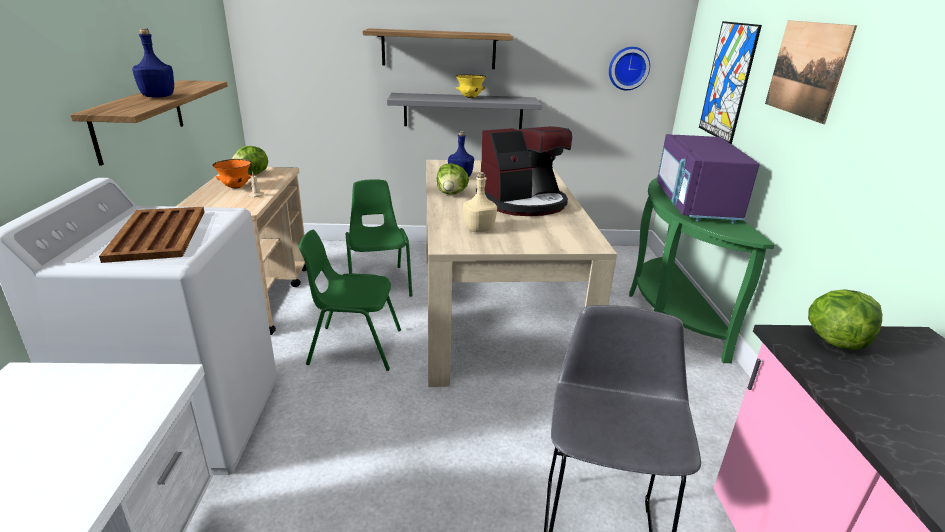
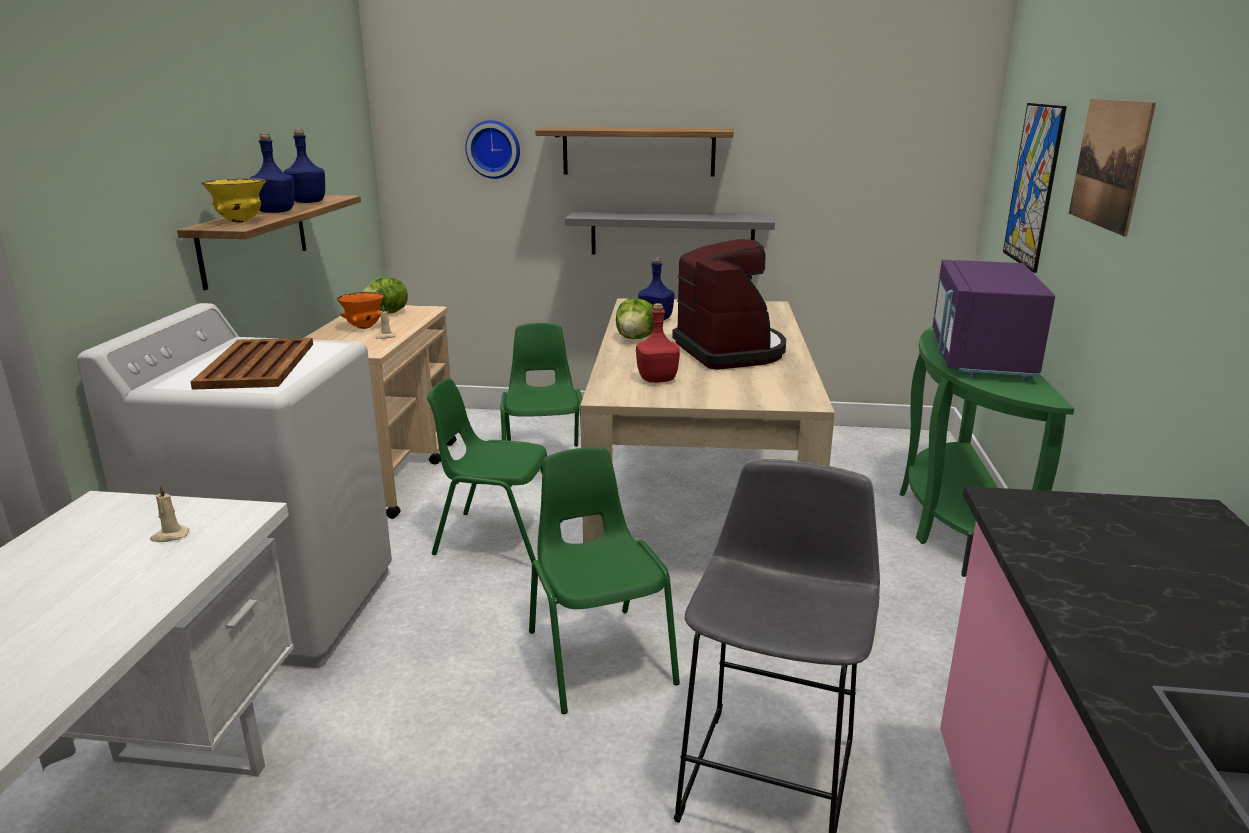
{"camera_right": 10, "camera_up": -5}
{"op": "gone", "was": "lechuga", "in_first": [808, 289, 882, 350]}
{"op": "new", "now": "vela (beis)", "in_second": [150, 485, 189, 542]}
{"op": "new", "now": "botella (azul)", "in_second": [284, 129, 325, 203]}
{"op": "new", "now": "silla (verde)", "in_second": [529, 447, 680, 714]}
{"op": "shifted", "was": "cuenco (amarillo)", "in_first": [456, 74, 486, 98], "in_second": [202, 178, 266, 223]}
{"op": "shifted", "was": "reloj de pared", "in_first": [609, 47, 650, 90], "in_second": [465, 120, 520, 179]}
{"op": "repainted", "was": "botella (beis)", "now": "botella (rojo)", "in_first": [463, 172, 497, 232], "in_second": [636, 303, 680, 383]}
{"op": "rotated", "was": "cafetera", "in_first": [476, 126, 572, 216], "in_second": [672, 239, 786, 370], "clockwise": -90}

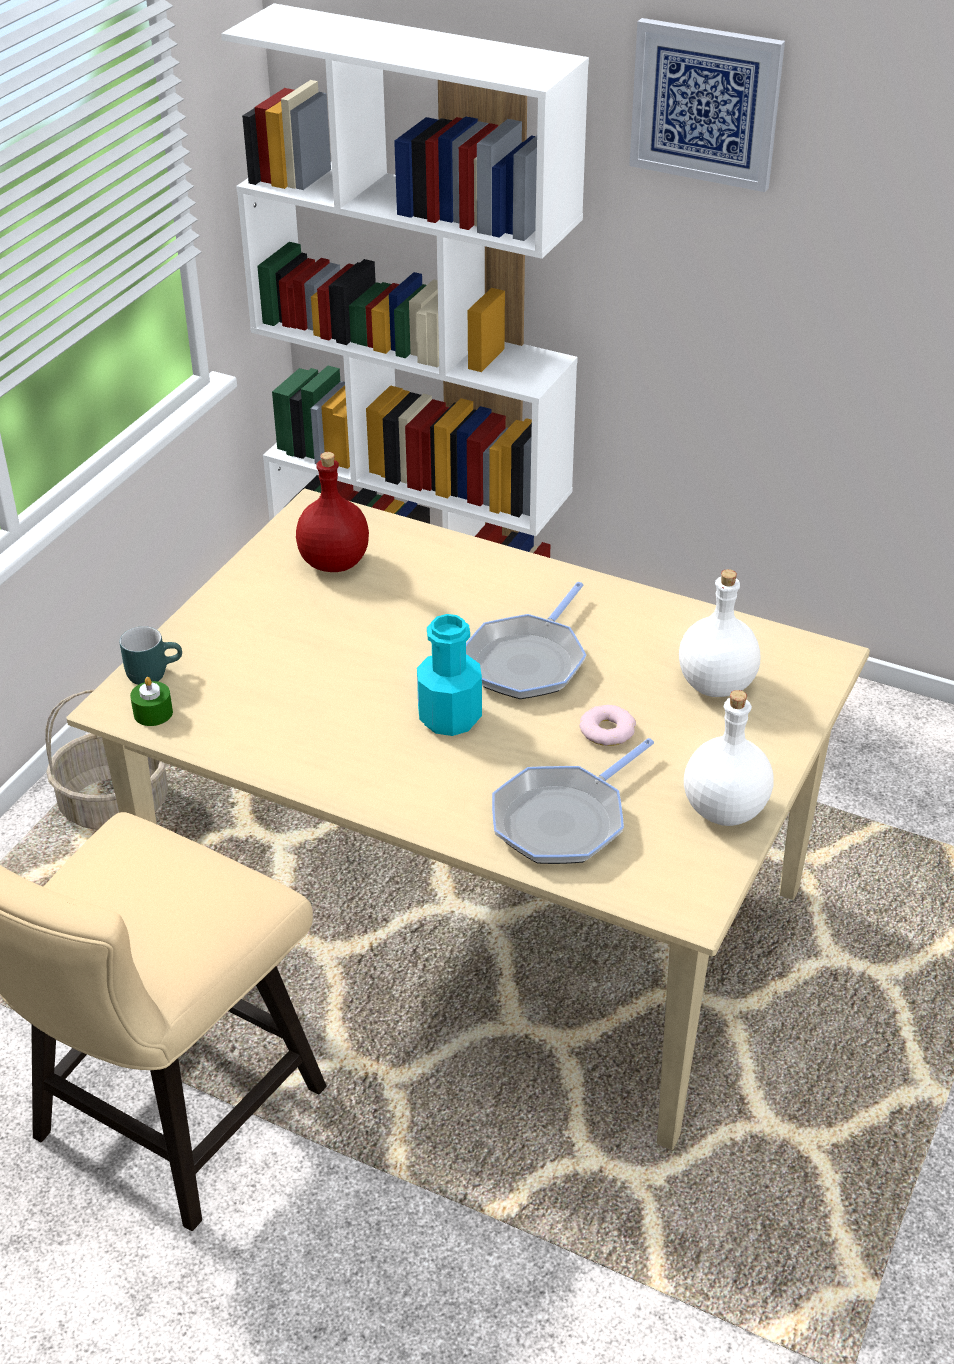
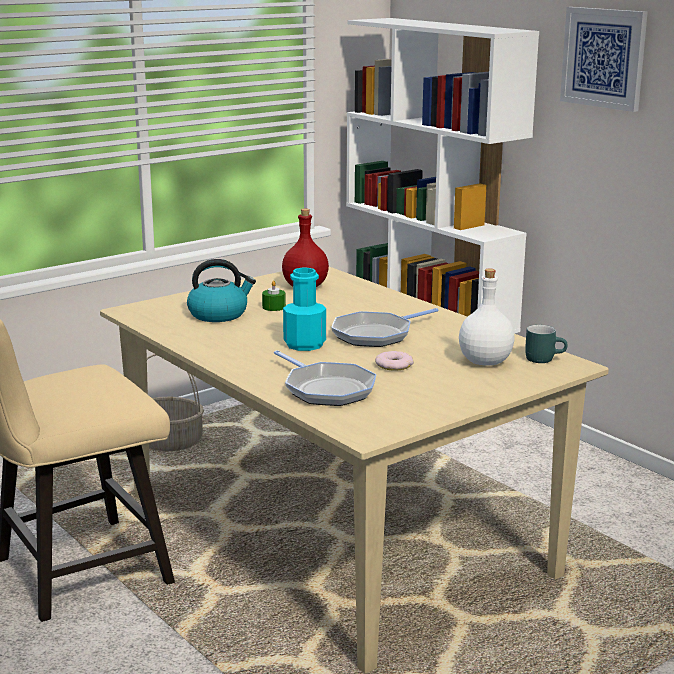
{"camera_right": 25, "camera_up": -20}
{"op": "gone", "was": "botella (blanco)", "in_first": [684, 690, 774, 826]}
{"op": "new", "now": "hervidor", "in_second": [187, 259, 256, 322]}
{"op": "shifted", "was": "taza grande (turquesa)", "in_first": [120, 626, 182, 685], "in_second": [525, 325, 568, 363]}
{"op": "shifted", "was": "vela (verde)", "in_first": [130, 677, 173, 726], "in_second": [262, 281, 286, 311]}
{"op": "rotated", "was": "sartén", "in_first": [492, 738, 654, 864], "in_second": [274, 350, 377, 406], "clockwise": -105}

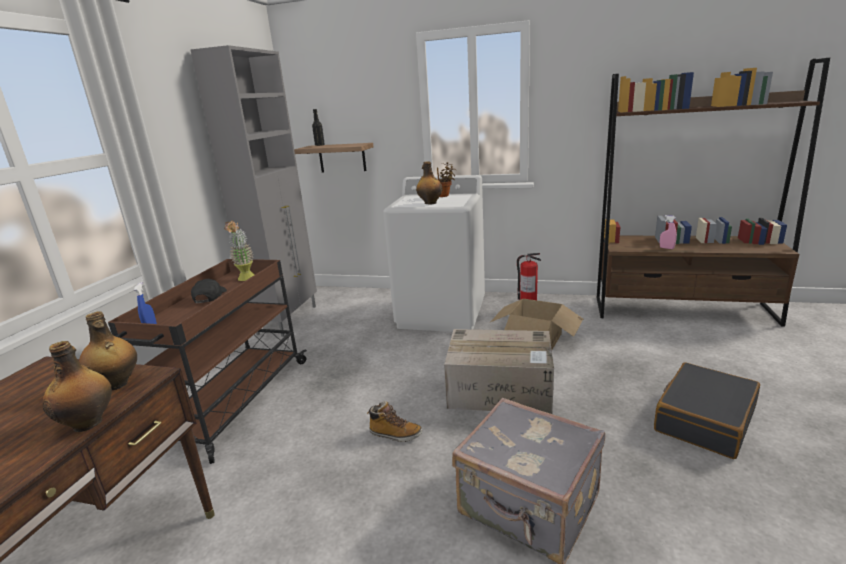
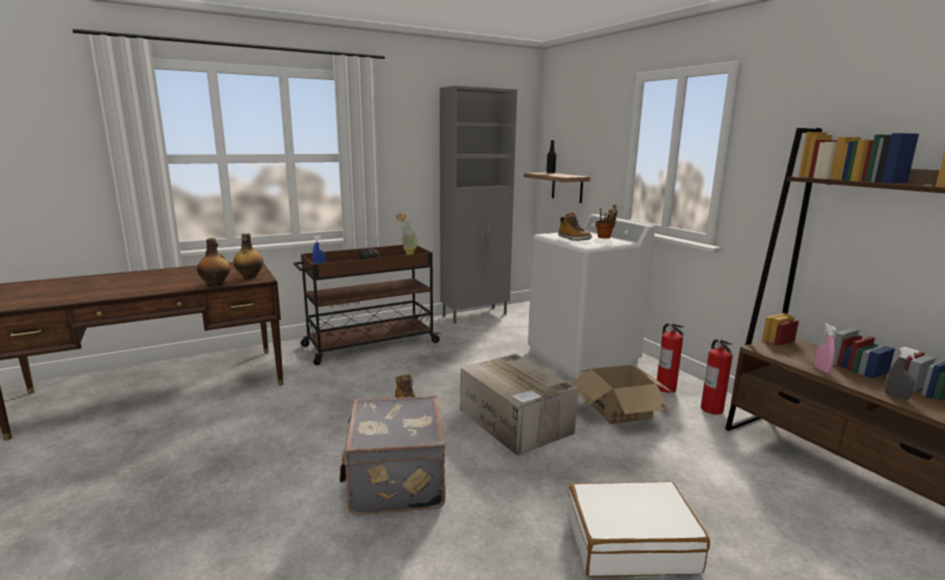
{"camera_right": 45, "camera_up": -5}
{"op": "new", "now": "extintor", "in_second": [701, 339, 733, 415]}
{"op": "new", "now": "pulverizador (gris)", "in_second": [885, 347, 919, 400]}
{"op": "swapped", "was": "botella", "now": "bota", "in_first": [416, 161, 443, 204], "in_second": [558, 212, 592, 241]}
{"op": "repainted", "was": "maleta (negro)", "now": "maleta (blanco)", "in_first": [654, 362, 760, 459], "in_second": [567, 481, 710, 577]}

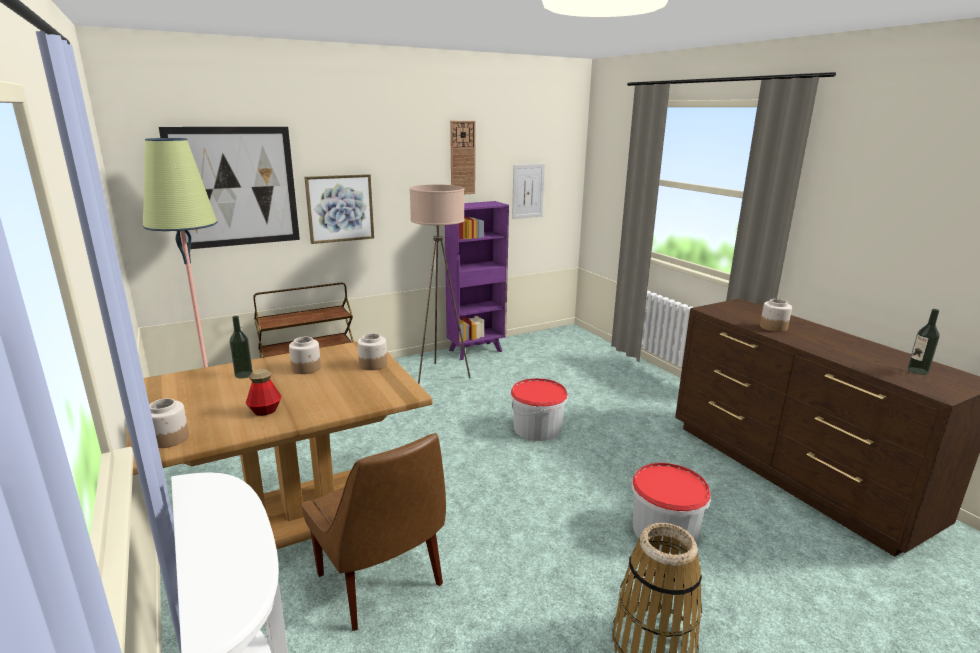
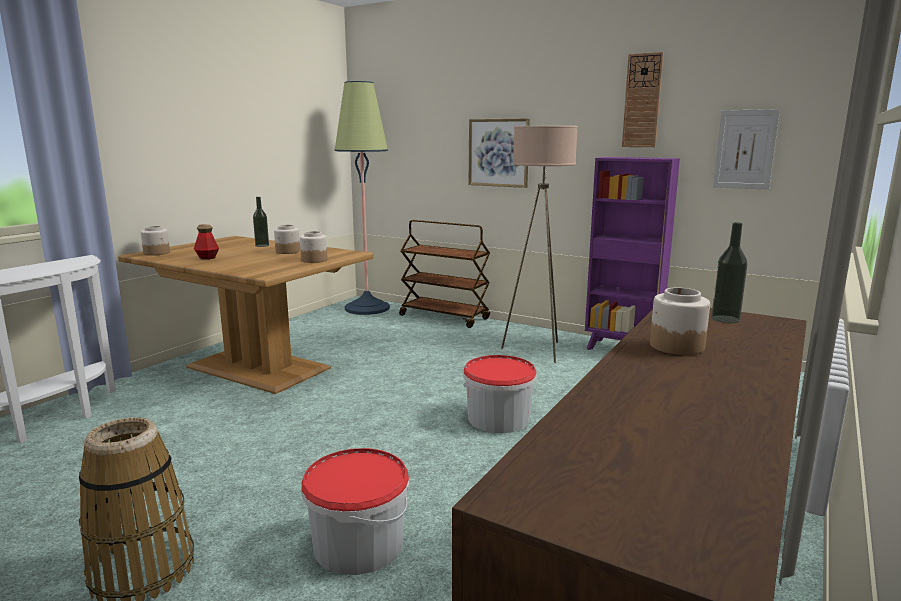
{"camera_right": 60, "camera_up": -5}
{"op": "gone", "was": "cuadro", "in_first": [159, 127, 300, 249]}
{"op": "gone", "was": "silla (marrón)", "in_first": [301, 433, 446, 631]}
{"op": "shifted", "was": "botella", "in_first": [907, 309, 940, 375], "in_second": [711, 222, 747, 323]}

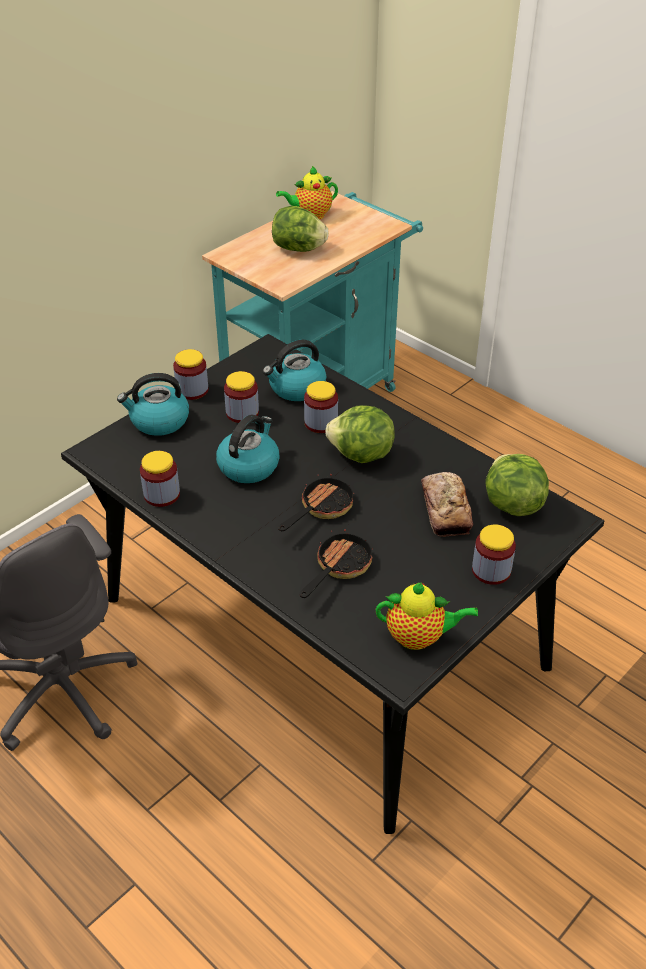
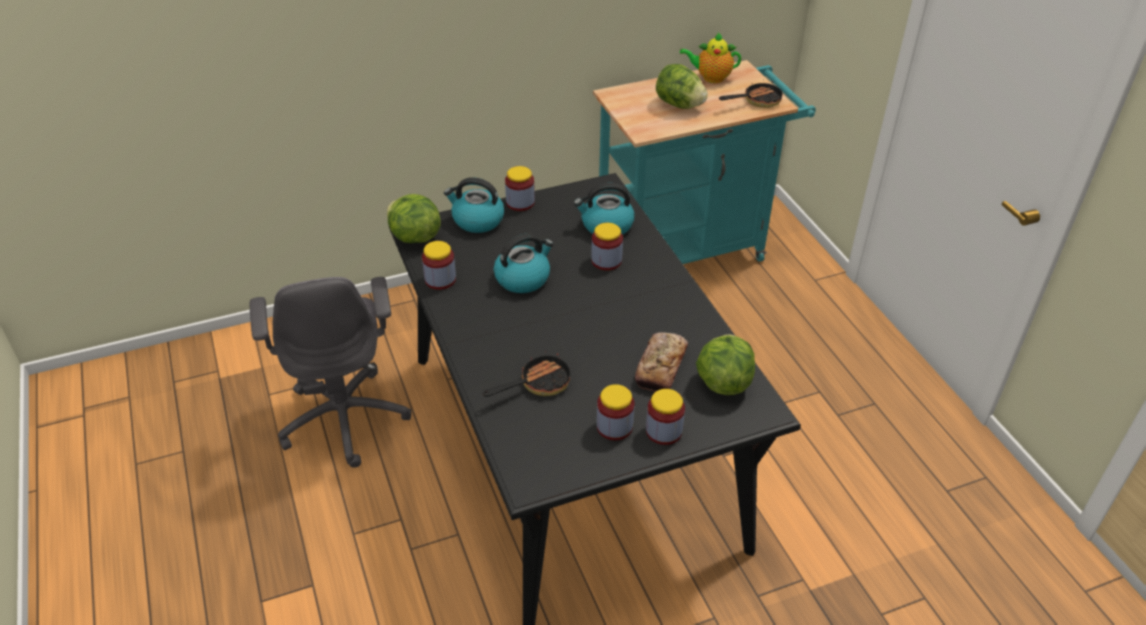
{"camera_right": 25, "camera_up": 0}
{"op": "gone", "was": "tetera", "in_first": [376, 583, 478, 650]}
{"op": "shifted", "was": "tarro", "in_first": [224, 371, 259, 423], "in_second": [597, 384, 634, 440]}
{"op": "shifted", "was": "sartén", "in_first": [278, 474, 354, 531], "in_second": [719, 81, 783, 108]}
{"op": "shifted", "was": "lechuga", "in_first": [325, 405, 395, 463], "in_second": [387, 194, 441, 243]}

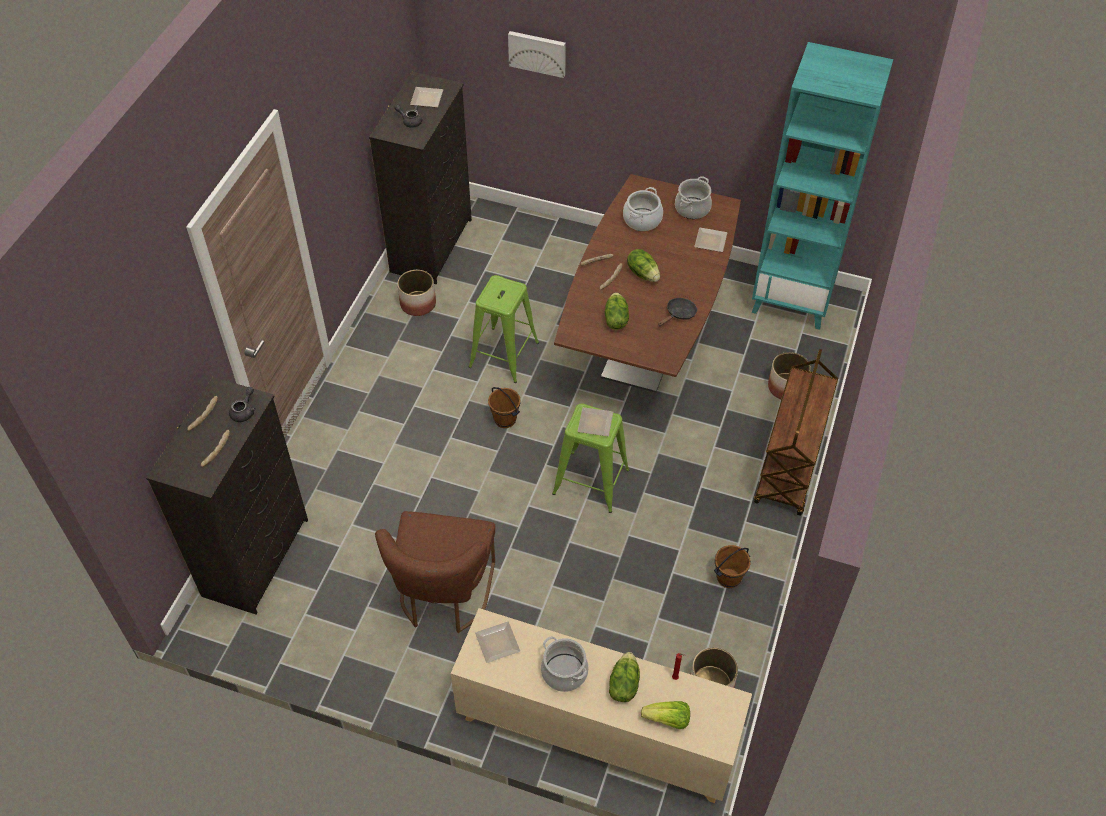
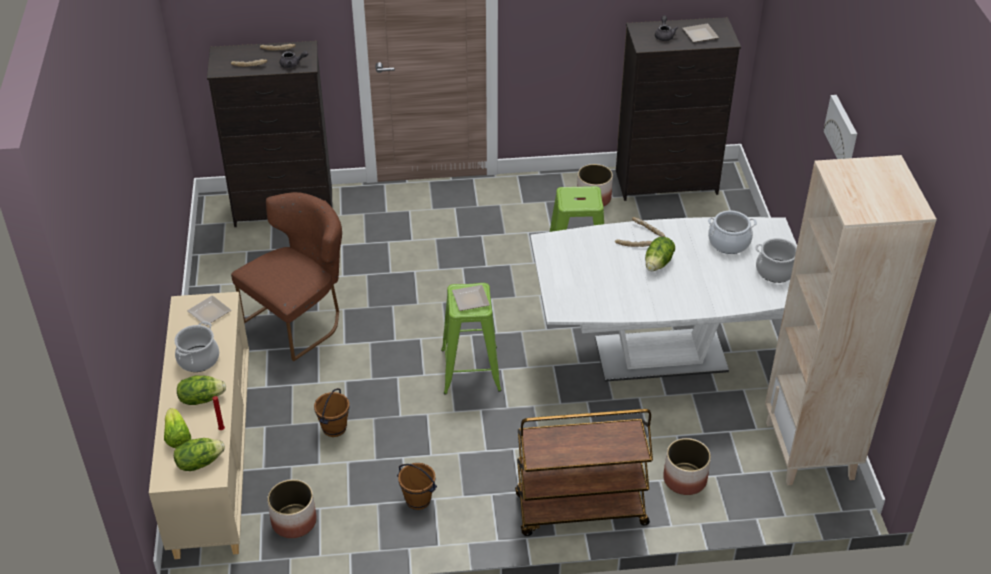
{"camera_right": 65, "camera_up": -10}
{"op": "gone", "was": "sartén (negro)", "in_first": [658, 298, 697, 326]}
{"op": "gone", "was": "plato", "in_first": [694, 228, 727, 252]}
{"op": "shifted", "was": "cubo (marrón)", "in_first": [488, 387, 521, 428], "in_second": [314, 388, 350, 437]}
{"op": "shifted", "was": "cuadro", "in_first": [508, 31, 566, 78], "in_second": [823, 95, 857, 159]}
{"op": "shifted", "was": "lechuga", "in_first": [605, 292, 629, 330], "in_second": [174, 438, 225, 471]}
{"op": "repainted", "was": "mesa de comedor (marrón)", "now": "mesa de comedor (blanco)", "in_first": [554, 174, 741, 393], "in_second": [530, 217, 797, 382]}
{"op": "repainted", "was": "estantería (turquesa)", "now": "estantería (beis)", "in_first": [752, 42, 893, 330], "in_second": [765, 155, 937, 485]}
{"op": "rotated", "was": "silla (marrón)", "in_first": [375, 511, 495, 633], "in_second": [231, 192, 342, 361], "clockwise": 150}

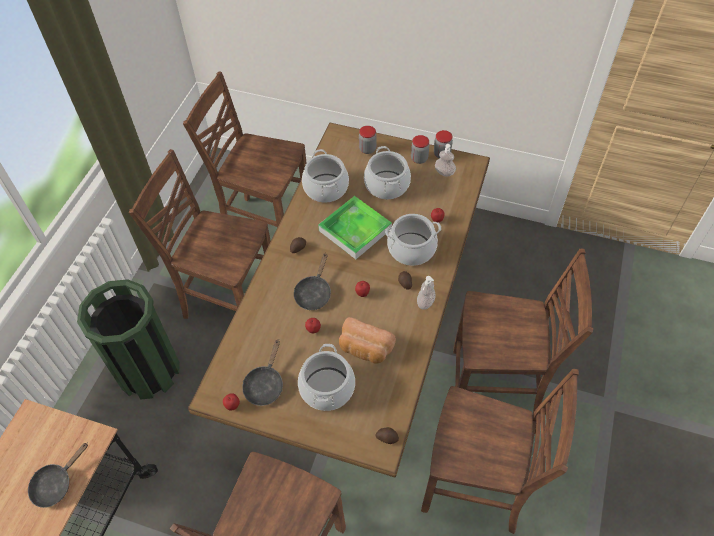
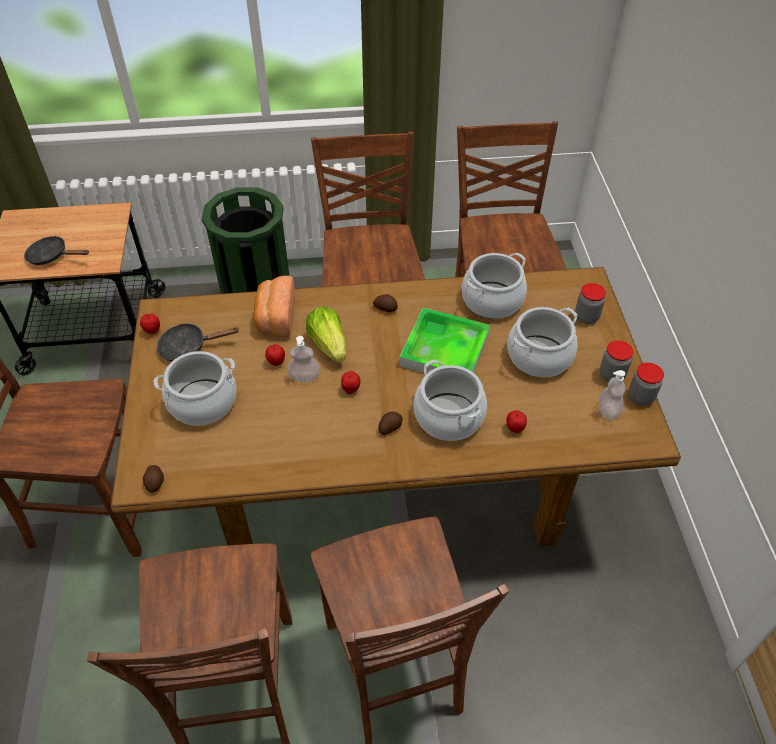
{"camera_right": 65, "camera_up": -5}
{"op": "shifted", "was": "pan", "in_first": [339, 317, 396, 364], "in_second": [253, 276, 295, 338]}
{"op": "shifted", "was": "dispensador de jabón", "in_first": [417, 276, 436, 310], "in_second": [287, 336, 320, 383]}
{"op": "swapped", "was": "sartén (negro)", "now": "lechuga", "in_first": [294, 253, 331, 310], "in_second": [306, 307, 346, 362]}

